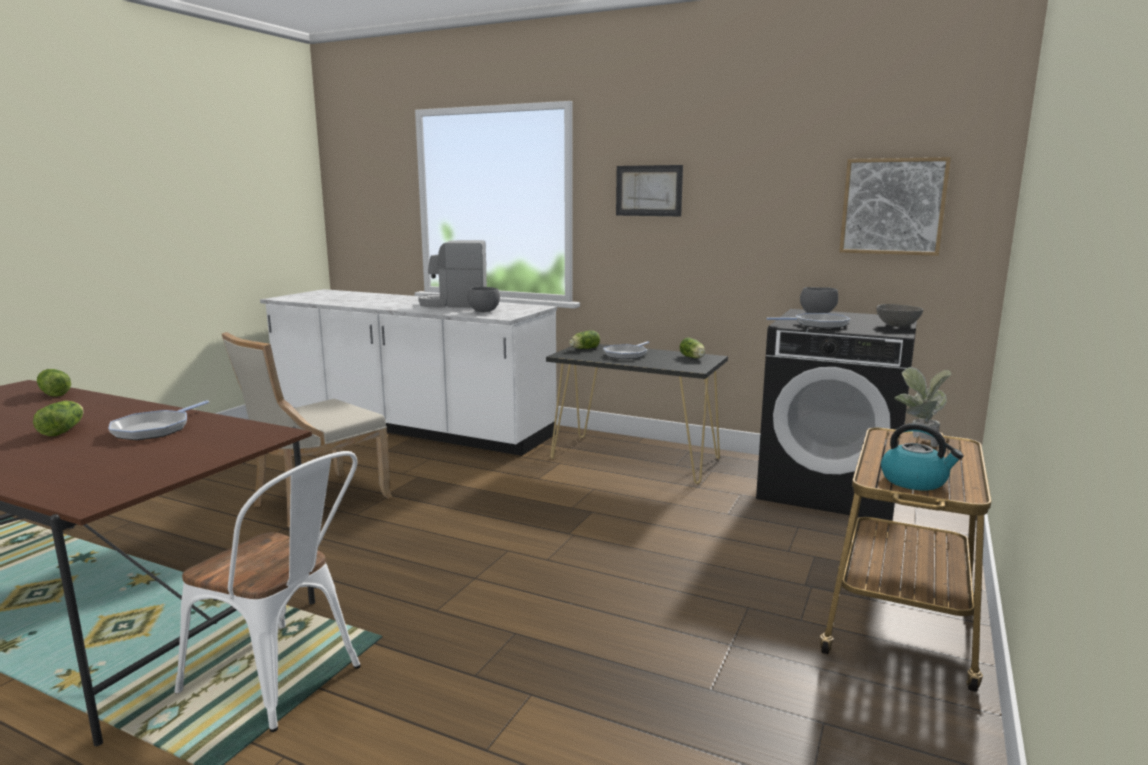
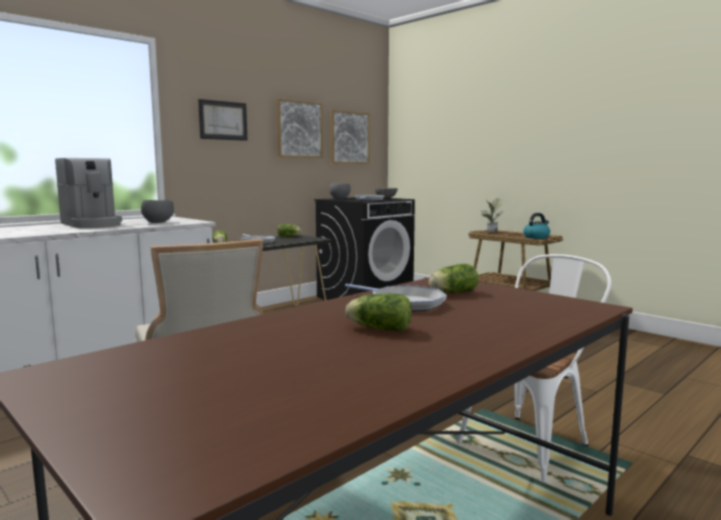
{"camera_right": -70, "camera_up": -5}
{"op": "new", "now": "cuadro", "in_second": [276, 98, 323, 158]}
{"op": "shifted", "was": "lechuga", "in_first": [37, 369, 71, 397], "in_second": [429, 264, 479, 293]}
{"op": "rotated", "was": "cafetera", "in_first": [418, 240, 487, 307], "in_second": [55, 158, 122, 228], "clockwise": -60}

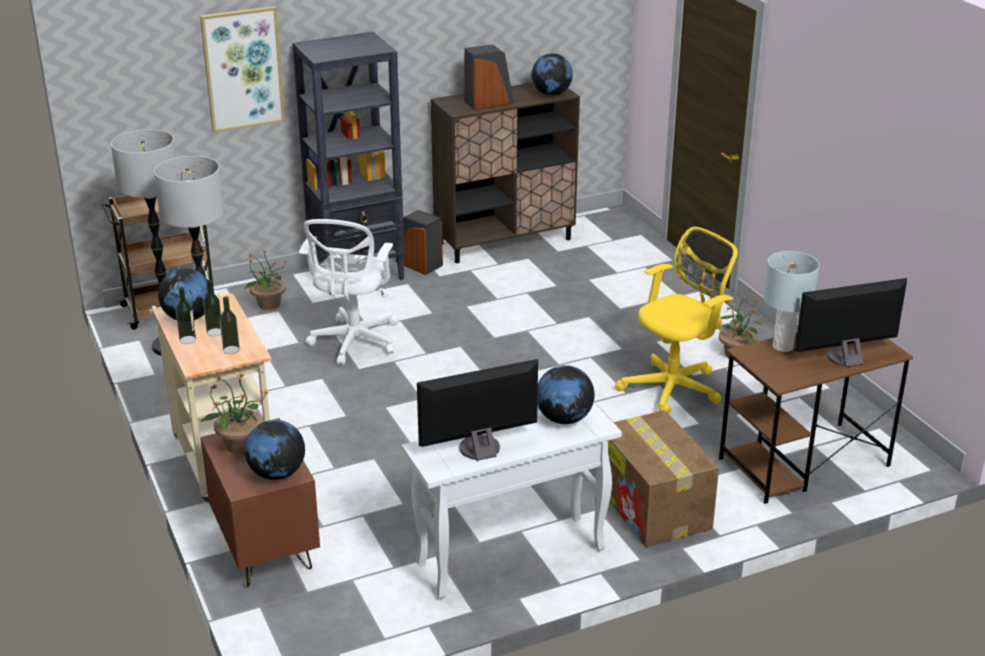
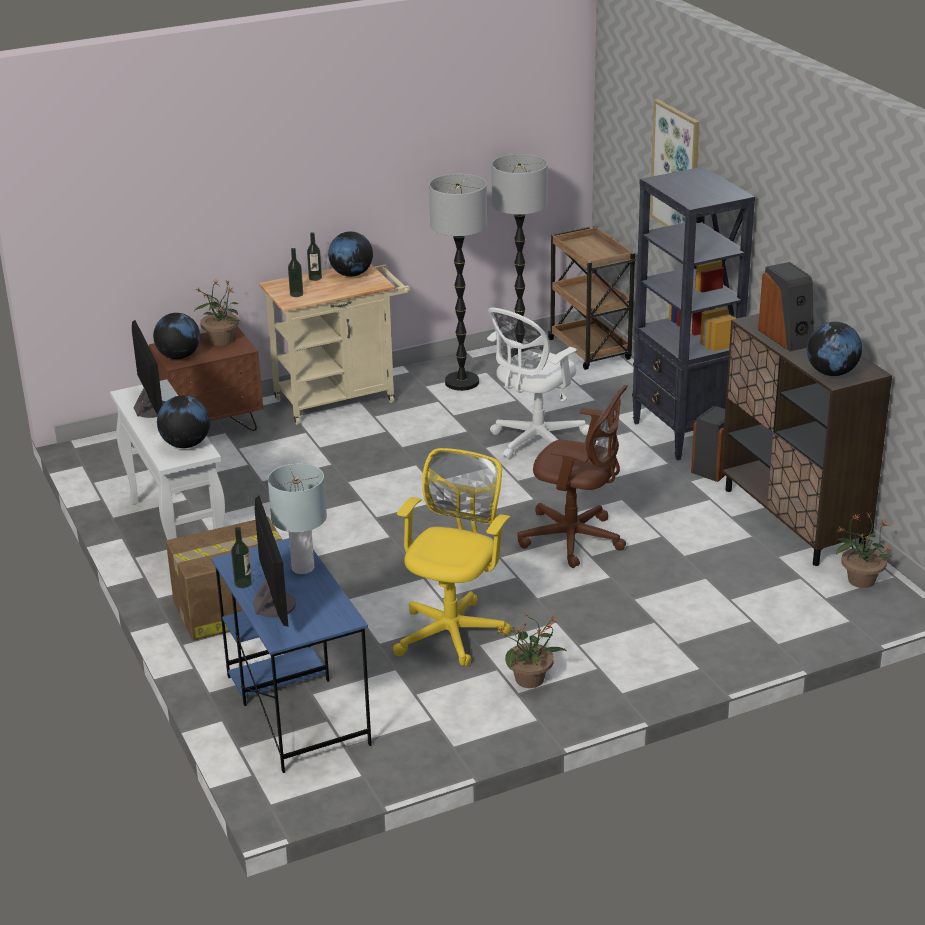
{"camera_right": 90, "camera_up": 0}
{"op": "new", "now": "silla de oficina (marrón)", "in_second": [517, 385, 628, 568]}
{"op": "shifted", "was": "botella", "in_first": [203, 280, 221, 336], "in_second": [231, 527, 252, 588]}
{"op": "shifted", "was": "planta en maceta", "in_first": [244, 250, 287, 310], "in_second": [836, 512, 891, 588]}
{"op": "repainted", "was": "escritorio (marrón)", "now": "escritorio (azul)", "in_first": [719, 332, 913, 504], "in_second": [211, 538, 372, 773]}
{"op": "rotated", "was": "silla de oficina (blanco)", "in_first": [299, 219, 398, 365], "in_second": [487, 308, 590, 460], "clockwise": -60}
{"op": "rotated", "was": "silla de oficina (amarillo)", "in_first": [615, 227, 738, 413], "in_second": [393, 448, 511, 667], "clockwise": -120}

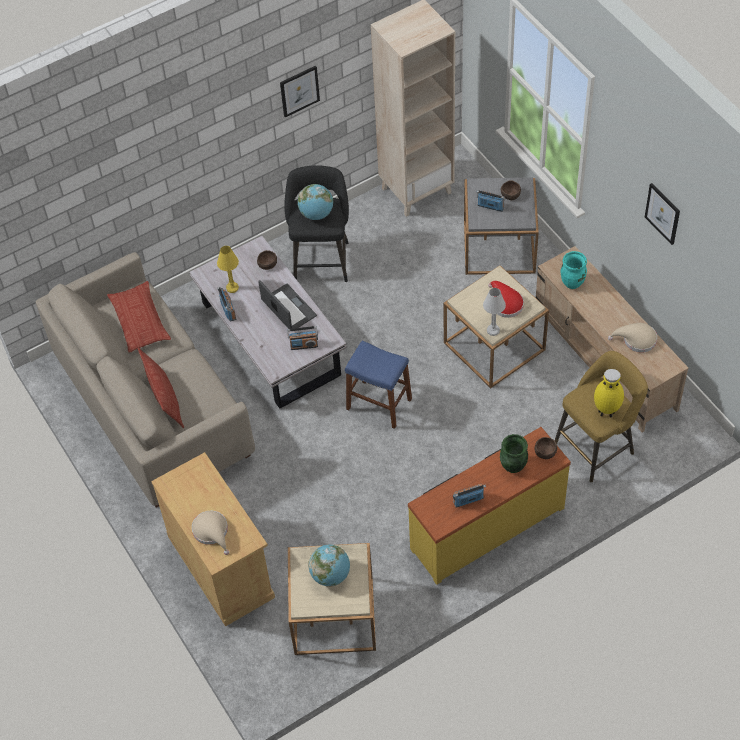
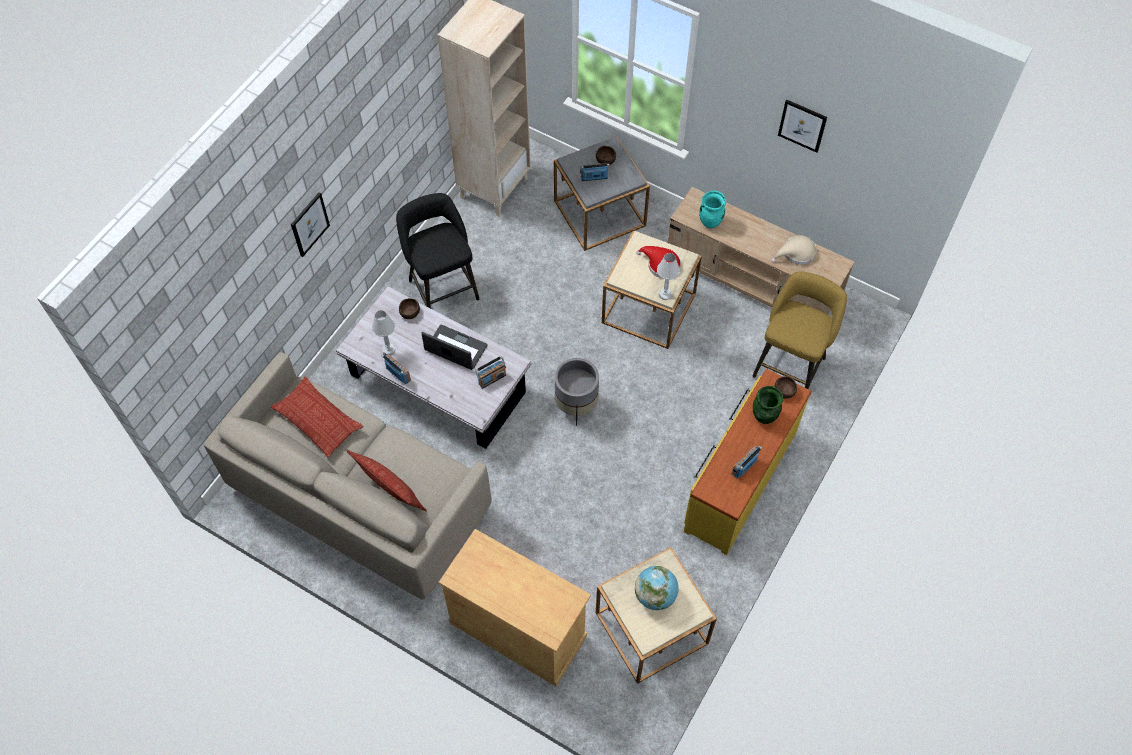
{"camera_right": -30, "camera_up": 5}
{"op": "gone", "was": "sombrero (beis)", "in_first": [192, 510, 229, 555]}
{"op": "gone", "was": "globo terráqueo", "in_first": [297, 184, 334, 220]}
{"op": "gone", "was": "florero (amarillo)", "in_first": [594, 369, 624, 417]}
{"op": "shifted", "was": "cuadro", "in_first": [280, 66, 320, 117], "in_second": [291, 192, 330, 257]}
{"op": "swapped", "was": "taburete (azul)", "now": "maceta (gris)", "in_first": [345, 340, 412, 429], "in_second": [555, 358, 599, 426]}
{"op": "repainted", "was": "lámpara de mesa (amarillo)", "now": "lámpara de mesa (blanco)", "in_first": [217, 246, 239, 293], "in_second": [372, 310, 396, 355]}

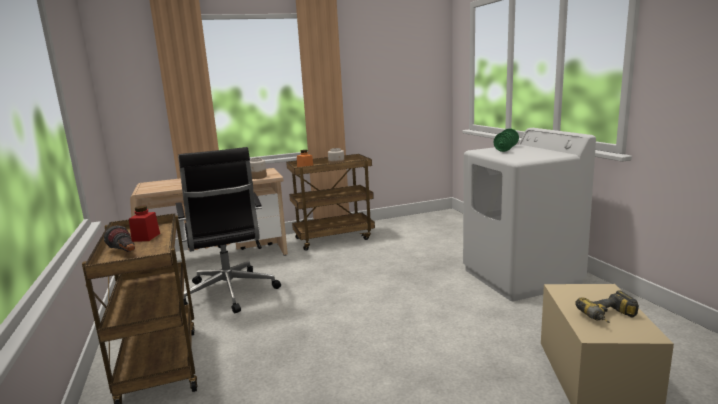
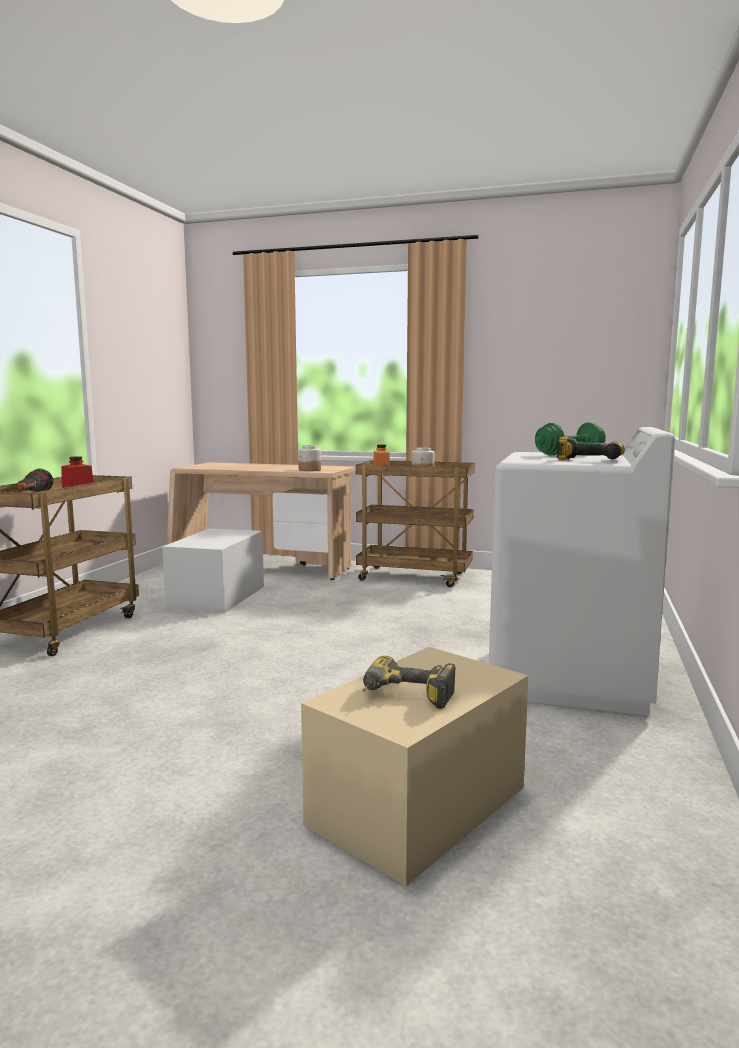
{"camera_right": 35, "camera_up": -5}
{"op": "new", "now": "taladro", "in_second": [557, 436, 625, 461]}
{"op": "swapped", "was": "silla de oficina (negro)", "now": "caja de almacenaje (blanco)", "in_first": [176, 147, 281, 313], "in_second": [162, 528, 264, 613]}

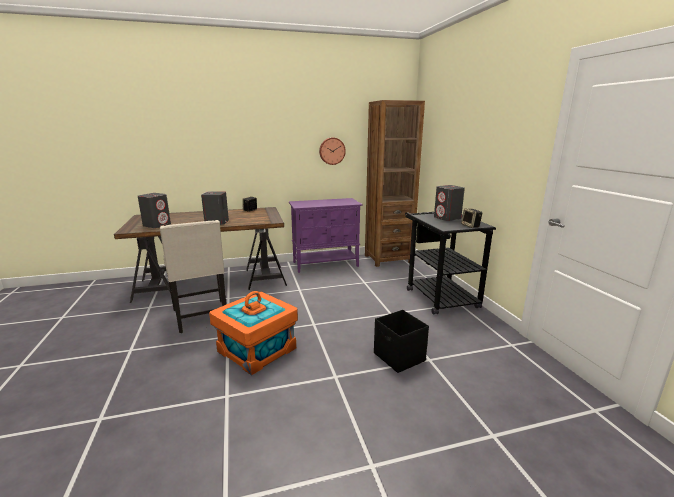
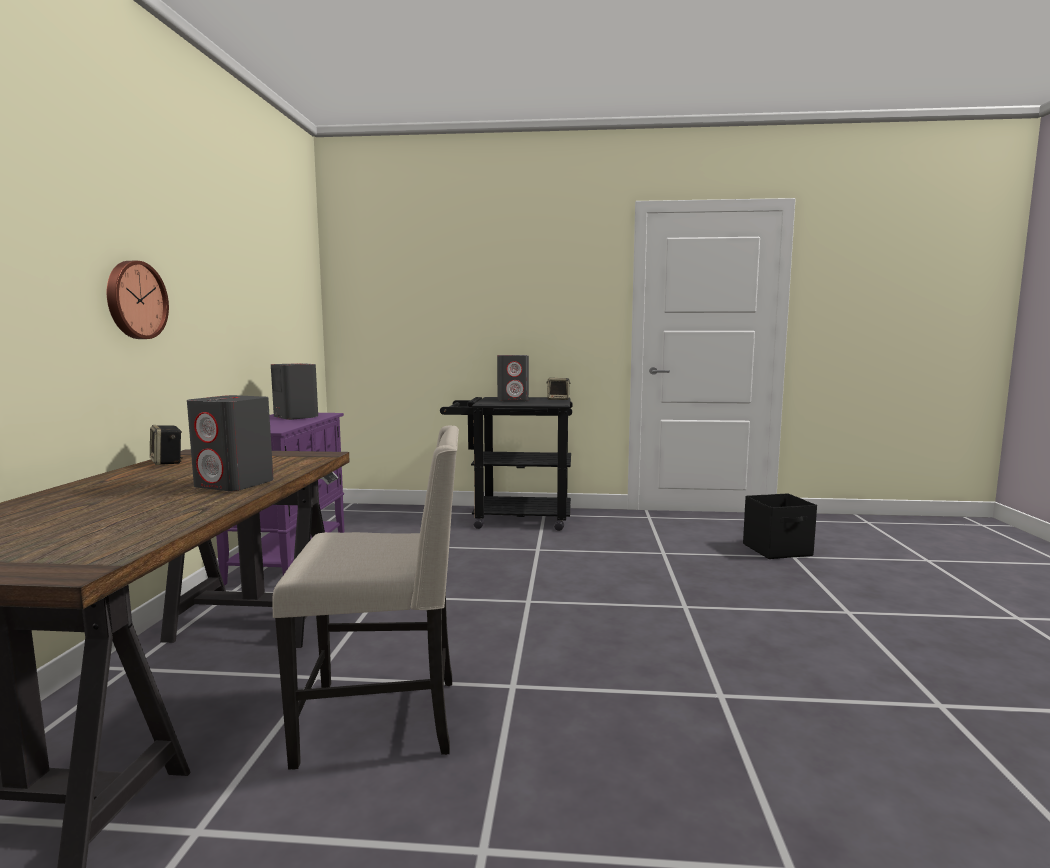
{"camera_right": -70, "camera_up": -10}
{"op": "gone", "was": "caja de almacenaje (naranja)", "in_first": [209, 291, 298, 375]}
{"op": "gone", "was": "estantería (marrón)", "in_first": [365, 100, 425, 267]}
{"op": "shifted", "was": "altavoz (gris)", "in_first": [138, 193, 171, 228], "in_second": [271, 363, 318, 420]}
{"op": "shifted", "was": "reloj de pared", "in_first": [319, 137, 346, 165], "in_second": [107, 261, 169, 339]}
{"op": "shifted", "was": "caja de almacenaje (negro)", "in_first": [374, 310, 429, 373], "in_second": [743, 493, 817, 559]}

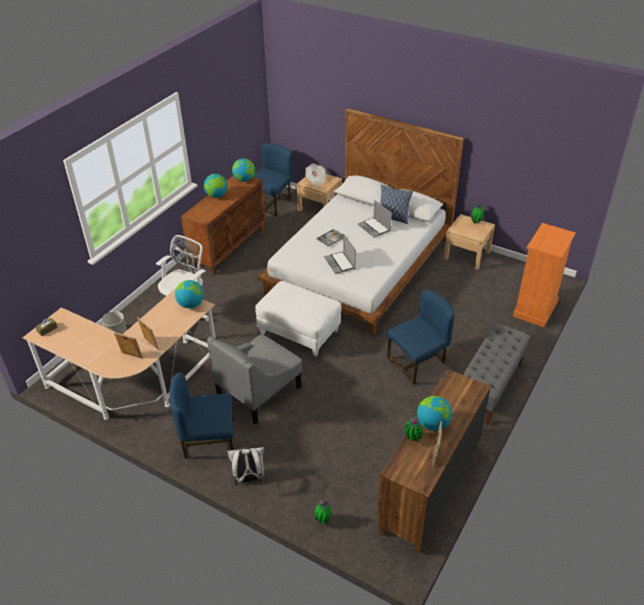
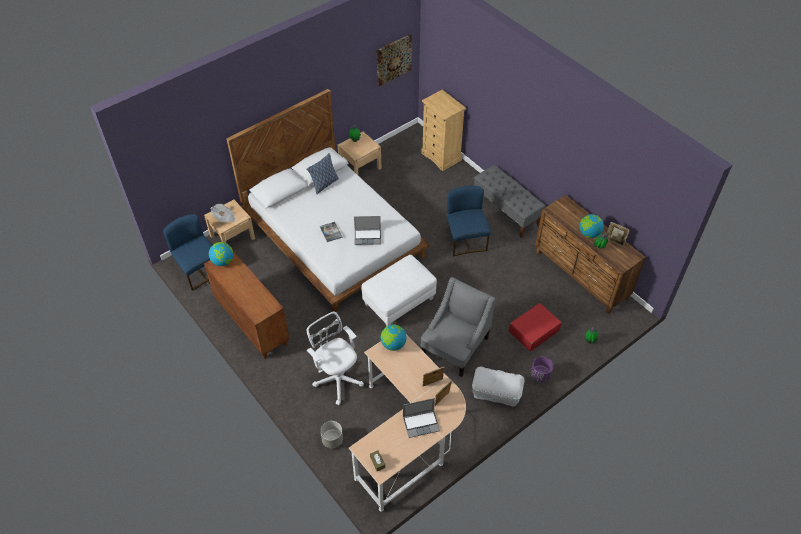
{"camera_right": -70, "camera_up": 10}
{"op": "gone", "was": "globo terráqueo", "in_first": [204, 174, 228, 198]}
{"op": "new", "now": "cuadro", "in_second": [376, 34, 412, 86]}
{"op": "new", "now": "maleta (rojo)", "in_second": [509, 303, 562, 351]}
{"op": "shifted", "was": "portátil", "in_first": [358, 200, 392, 238], "in_second": [403, 398, 440, 438]}
{"op": "swapped", "was": "silla (azul)", "now": "caja de almacenaje (blanco)", "in_first": [169, 372, 234, 458], "in_second": [472, 366, 525, 407]}
{"op": "swapped", "was": "mochila (blanco)", "now": "maceta (morado)", "in_first": [227, 447, 265, 485], "in_second": [531, 357, 553, 382]}
{"op": "repainted", "was": "cómoda (naranja)", "now": "cómoda (beis)", "in_first": [513, 223, 576, 327], "in_second": [421, 90, 466, 171]}
{"op": "rotated", "was": "sillón (gris)", "in_first": [207, 335, 302, 425], "in_second": [420, 277, 495, 377], "clockwise": -120}

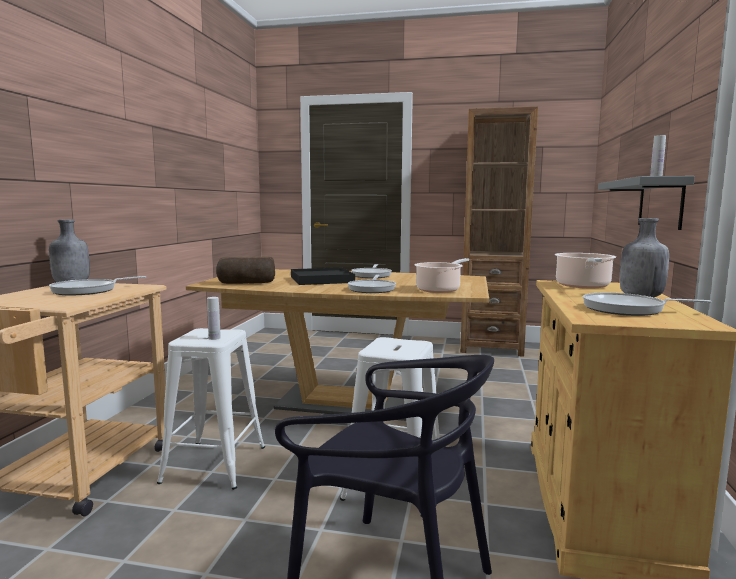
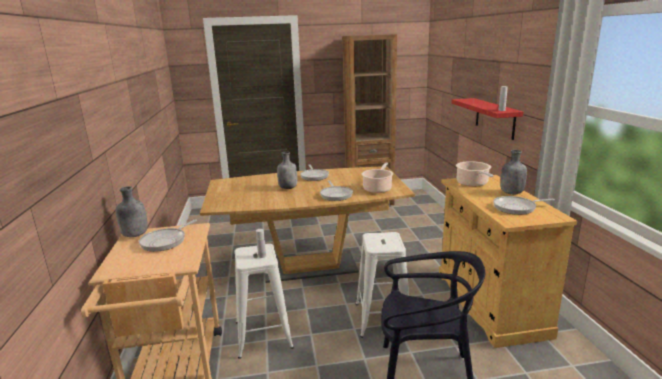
{"camera_right": -20, "camera_up": 10}
{"op": "gone", "was": "pan", "in_first": [216, 257, 275, 284]}
{"op": "swapped", "was": "bandeja (negro)", "now": "botella (gris)", "in_first": [291, 268, 355, 285], "in_second": [277, 151, 297, 189]}
{"op": "repainted", "was": "estante (gris)", "now": "estante (rojo)", "in_first": [598, 176, 695, 230], "in_second": [451, 98, 523, 140]}

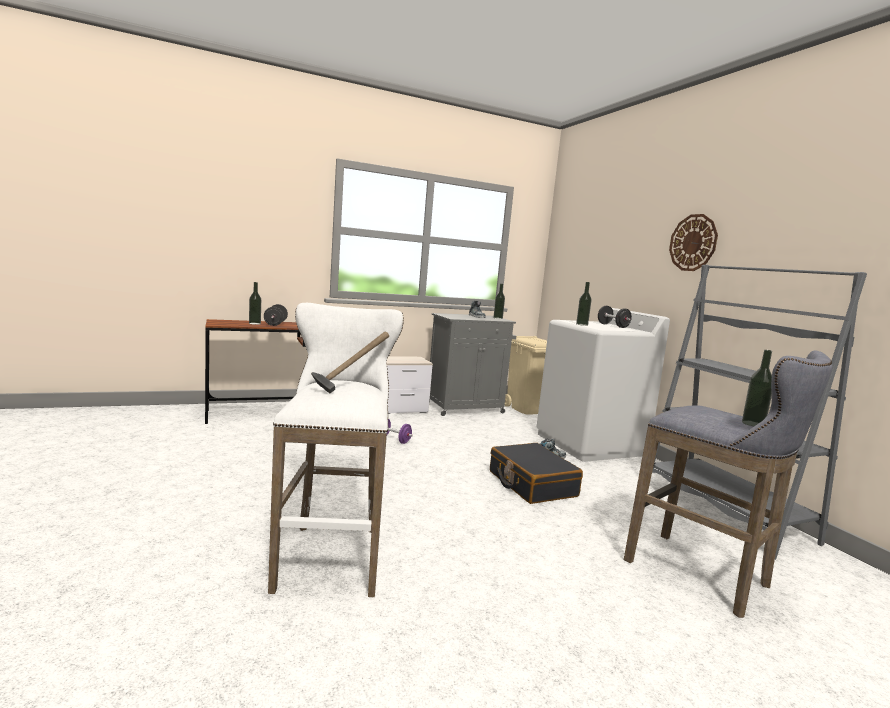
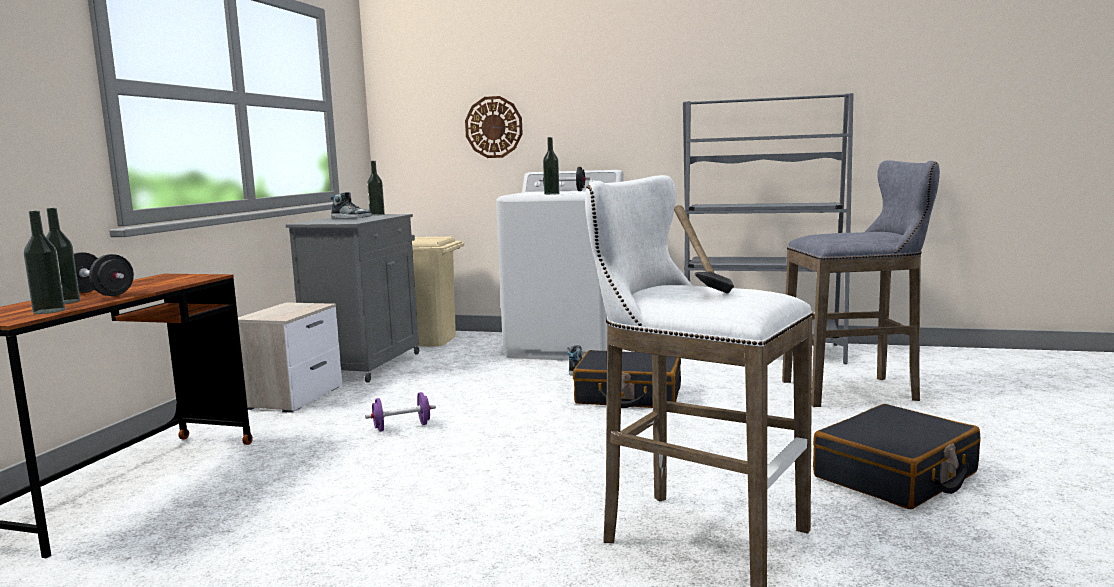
{"camera_right": -50, "camera_up": 0}
{"op": "new", "now": "maleta (negro)", "in_second": [813, 404, 980, 509]}
{"op": "shifted", "was": "reloj de pared", "in_first": [669, 214, 718, 271], "in_second": [465, 96, 523, 158]}
{"op": "shifted", "was": "botella", "in_first": [742, 350, 772, 426], "in_second": [24, 211, 65, 314]}

